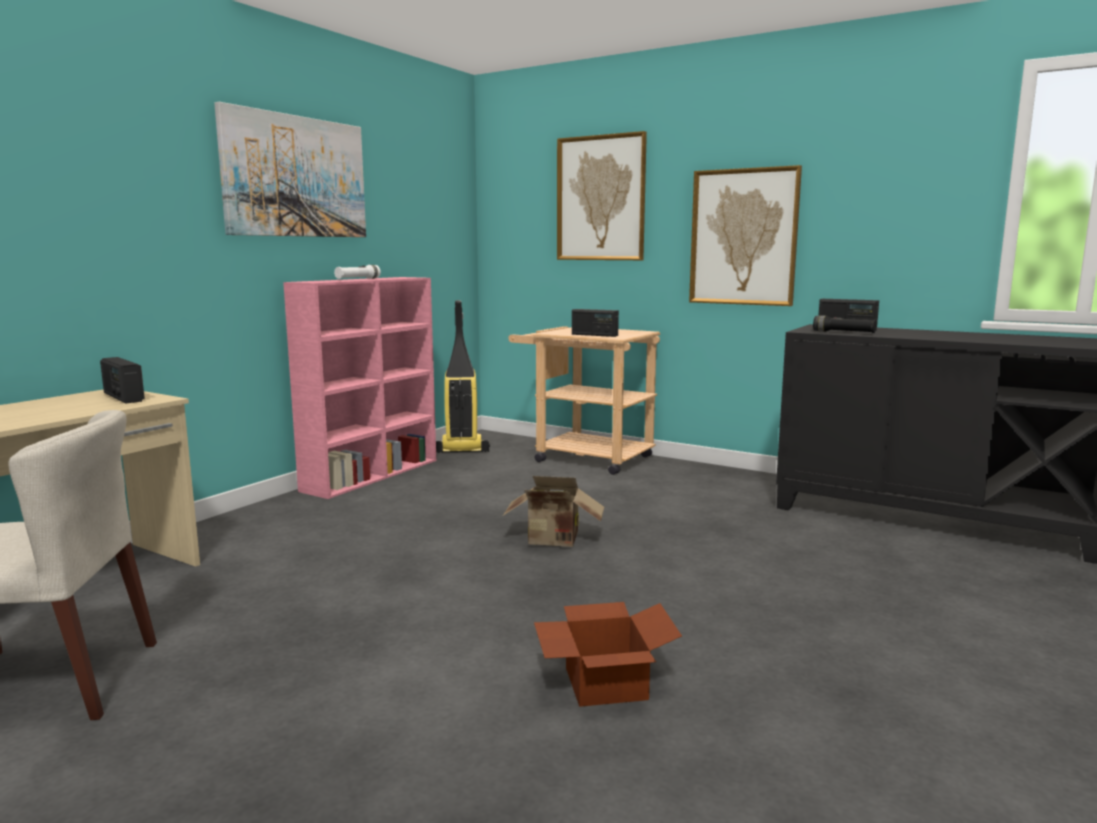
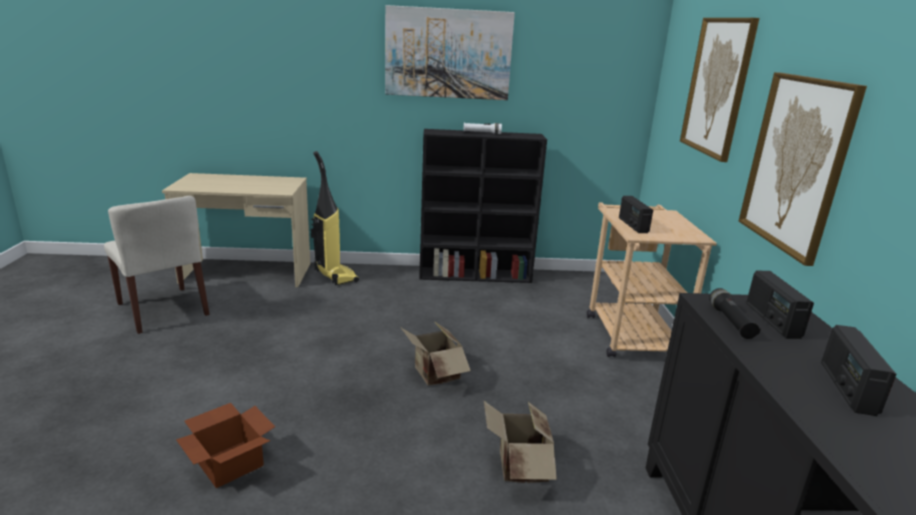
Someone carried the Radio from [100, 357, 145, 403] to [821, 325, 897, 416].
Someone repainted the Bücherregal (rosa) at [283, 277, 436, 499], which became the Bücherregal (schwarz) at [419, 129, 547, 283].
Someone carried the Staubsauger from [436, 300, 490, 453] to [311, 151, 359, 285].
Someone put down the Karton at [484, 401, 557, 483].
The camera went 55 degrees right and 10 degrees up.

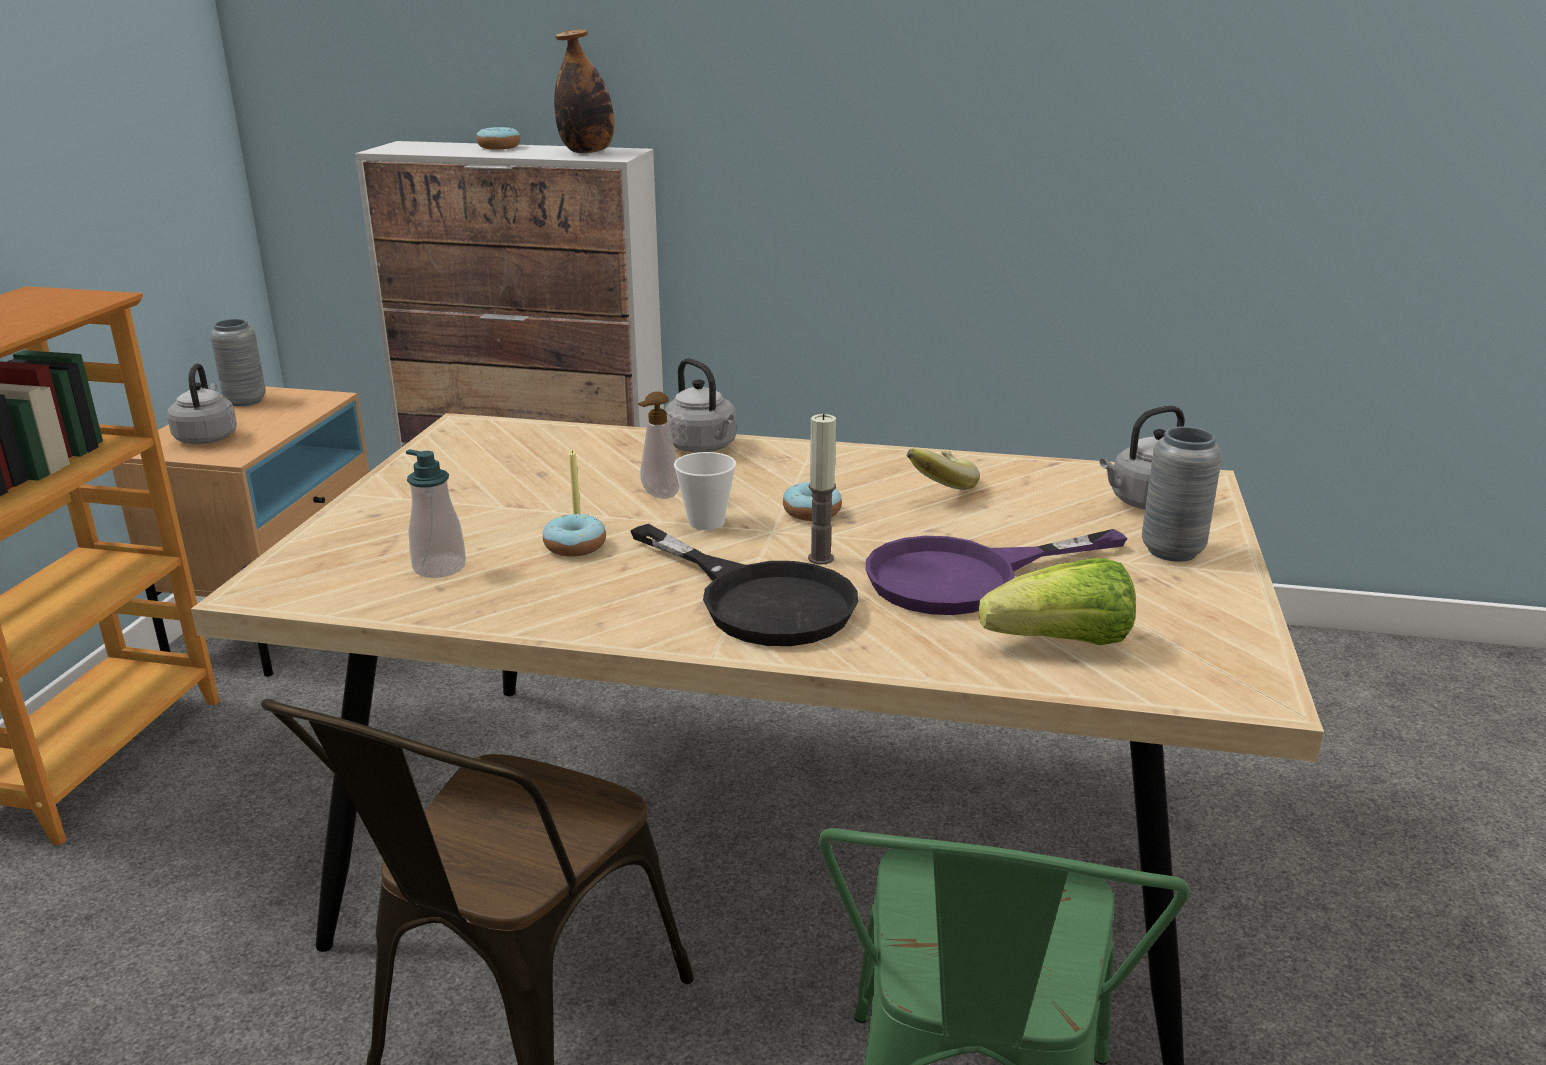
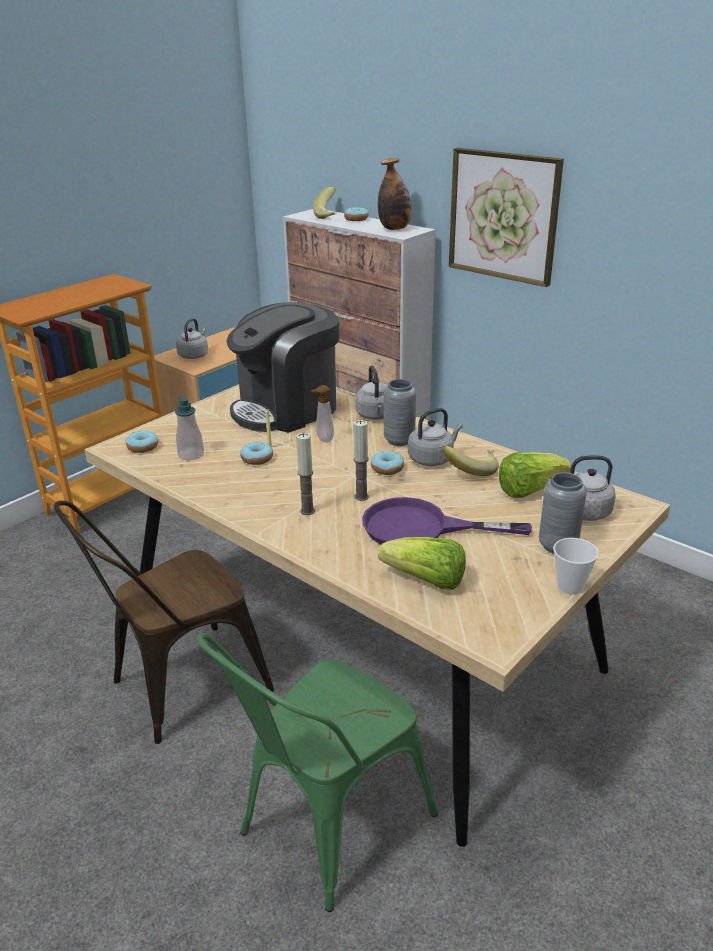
Someone carried the Vase (grau) from [210, 319, 266, 406] to [384, 379, 416, 446].
Someone swapped the Pfanne (schwarz) at [630, 524, 858, 646] for the Kerze at [296, 433, 315, 515].
Someone carried the Tasse from [674, 452, 736, 530] to [553, 538, 599, 594].
Someone put down the Donut at [126, 430, 158, 453].
Someone put down the Kaffeemaschine at [227, 302, 339, 433].
Someone put down the Banane at [313, 187, 337, 219].
Someone put down the Wasserkessel (grau) at [408, 408, 463, 466].
Someone put up the Bild at [449, 148, 564, 287].
Someone put down the Salatkopf at [499, 452, 571, 498].
The camera went 30 degrees right and 5 degrees up.

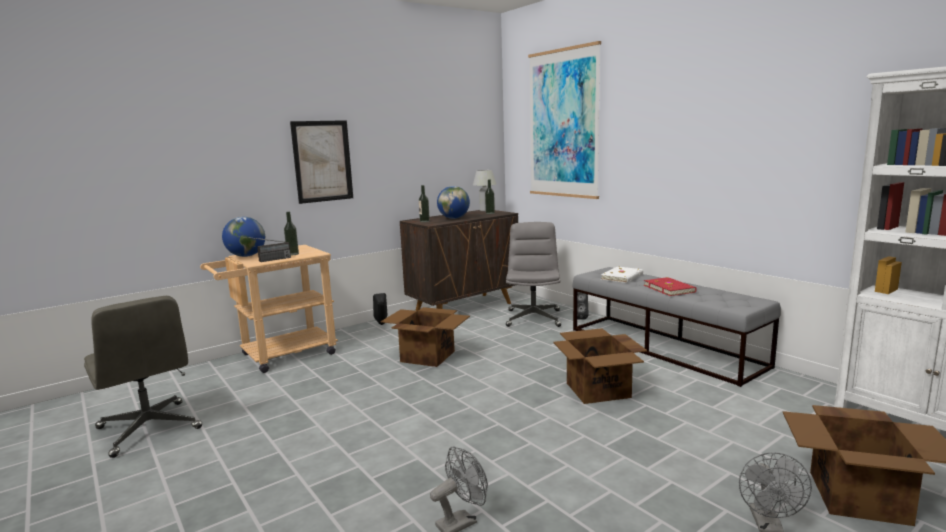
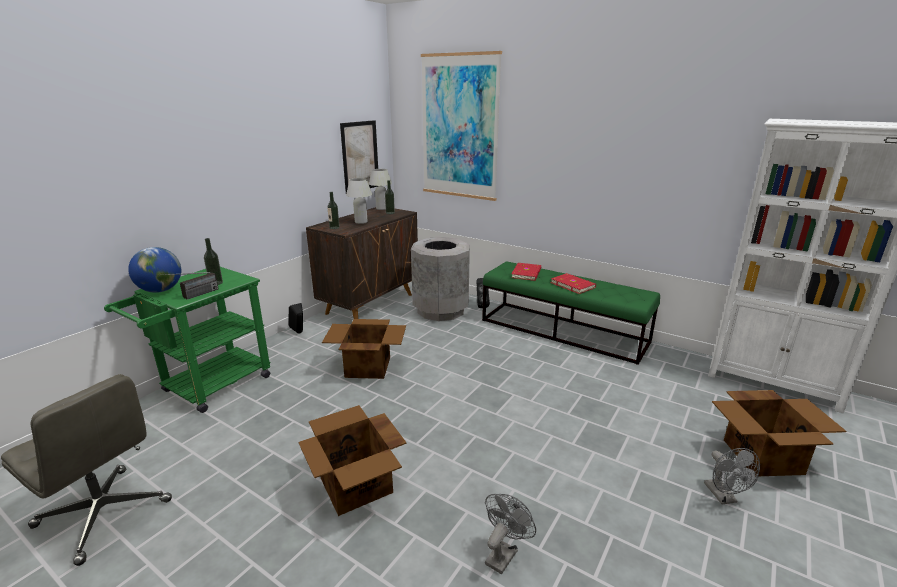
Someone repainted the Rollwagen (beige) at [200, 245, 338, 373], which became the Rollwagen (grün) at [104, 267, 271, 413].
Someone carried the Bild from [290, 120, 353, 204] to [340, 120, 378, 193].
Someone swapped the Globus at [437, 186, 470, 219] for the Tischlampe (weiß) at [346, 178, 372, 224].
Someone swapped the Bürostuhl (grau) at [506, 222, 561, 327] for the Mülleimer (grau) at [411, 237, 470, 321].
Someone carried the Karton from [553, 328, 647, 404] to [298, 405, 407, 516].
Someone repainted the Bank (grau) at [573, 267, 781, 387], which became the Bank (grün) at [482, 261, 660, 365].
Someone repainted the Buch (weiß) at [601, 266, 643, 283], which became the Buch (rot) at [511, 263, 541, 281].
The camera went 20 degrees left and 10 degrees up.

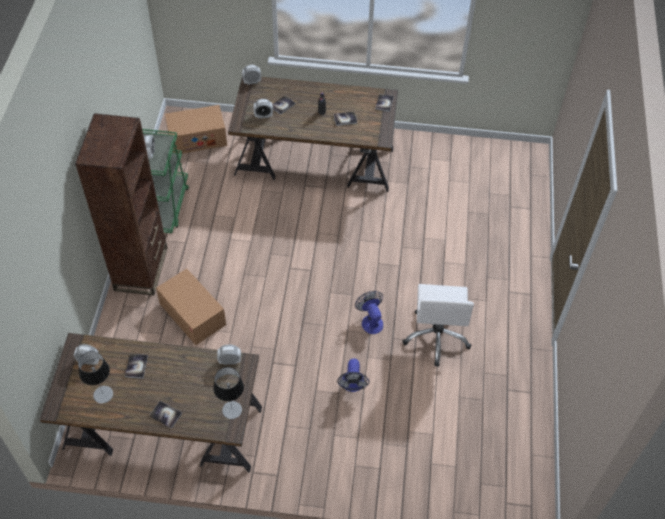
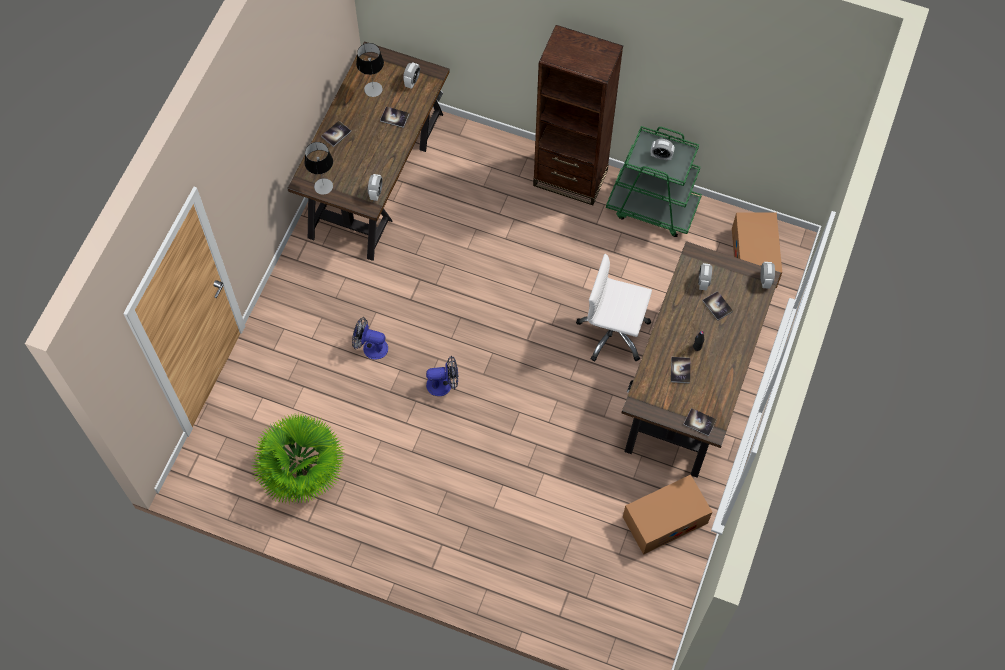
Someone carried the Karton from [156, 269, 226, 345] to [623, 475, 712, 555].
Someone carried the Bürostuhl (weiß) from [403, 284, 474, 367] to [576, 254, 652, 362].
Someone put down the Topfpflanze at [251, 413, 345, 504].
The camera went 105 degrees right and 10 degrees up.

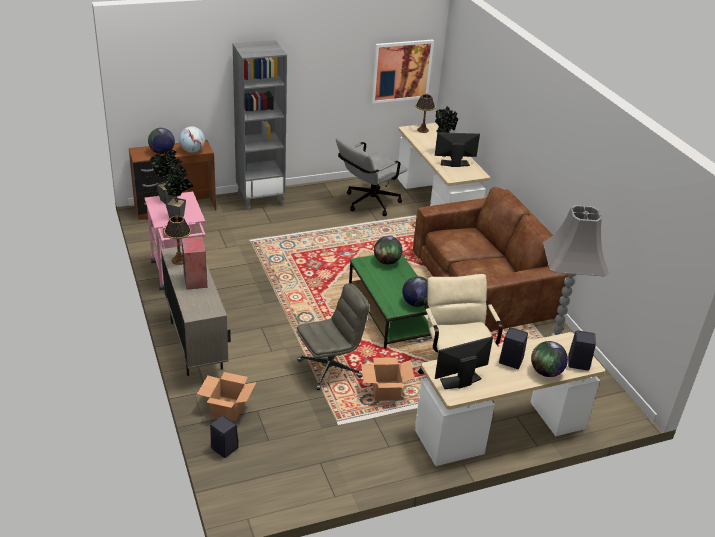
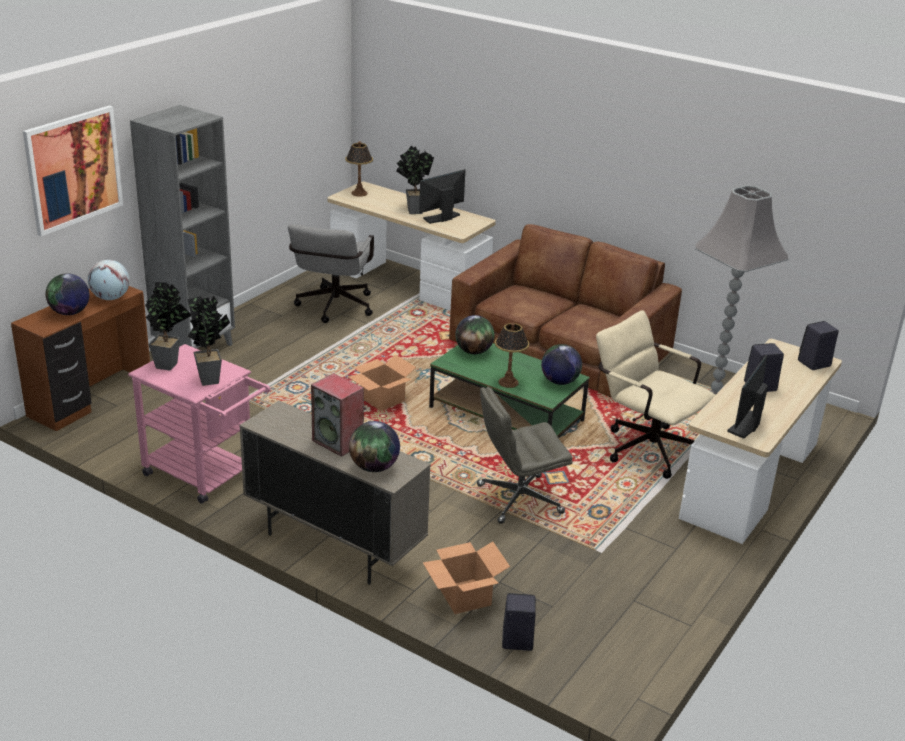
Someone carried the Tischlampe from [164, 216, 191, 265] to [495, 322, 529, 388].
Someone rotated the Bürostuhl (grau) at [297, 283, 369, 390] by 135 degrees counterclockwise.
Someone carried the Karton from [361, 357, 414, 401] to [349, 354, 416, 411].
Someone carried the Bild from [371, 39, 434, 104] to [23, 105, 123, 236].
Someone carried the Globus from [531, 341, 568, 377] to [349, 421, 400, 472].
The camera went 35 degrees left and 5 degrees down.

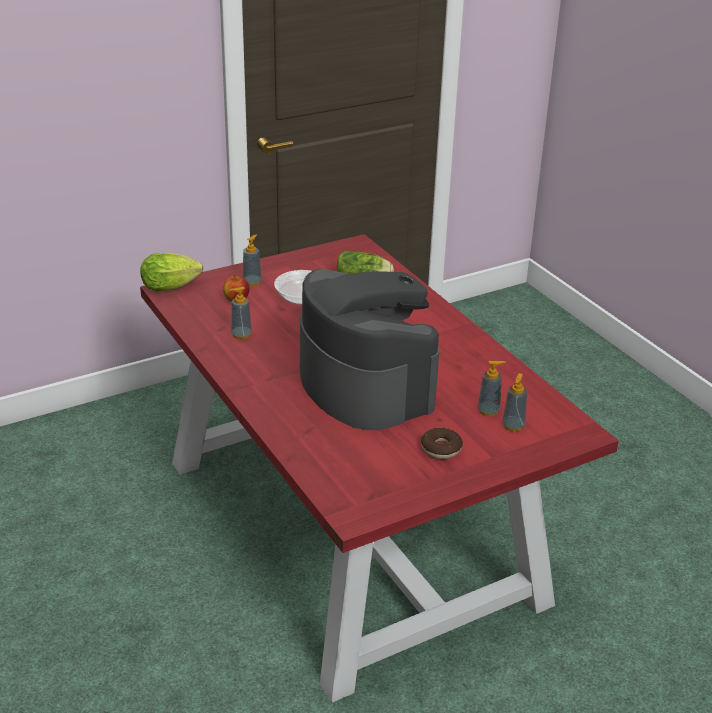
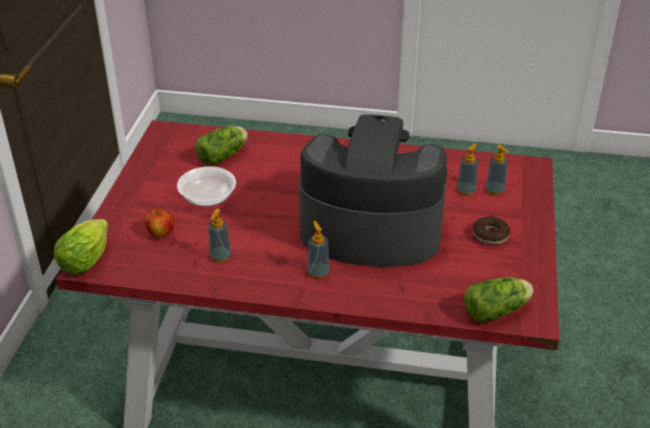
Someone carried the Seifenspender from [243, 235, 262, 286] to [307, 221, 330, 279].
Someone put down the Salatkopf at [464, 277, 534, 322].
The camera went 50 degrees left and 5 degrees up.

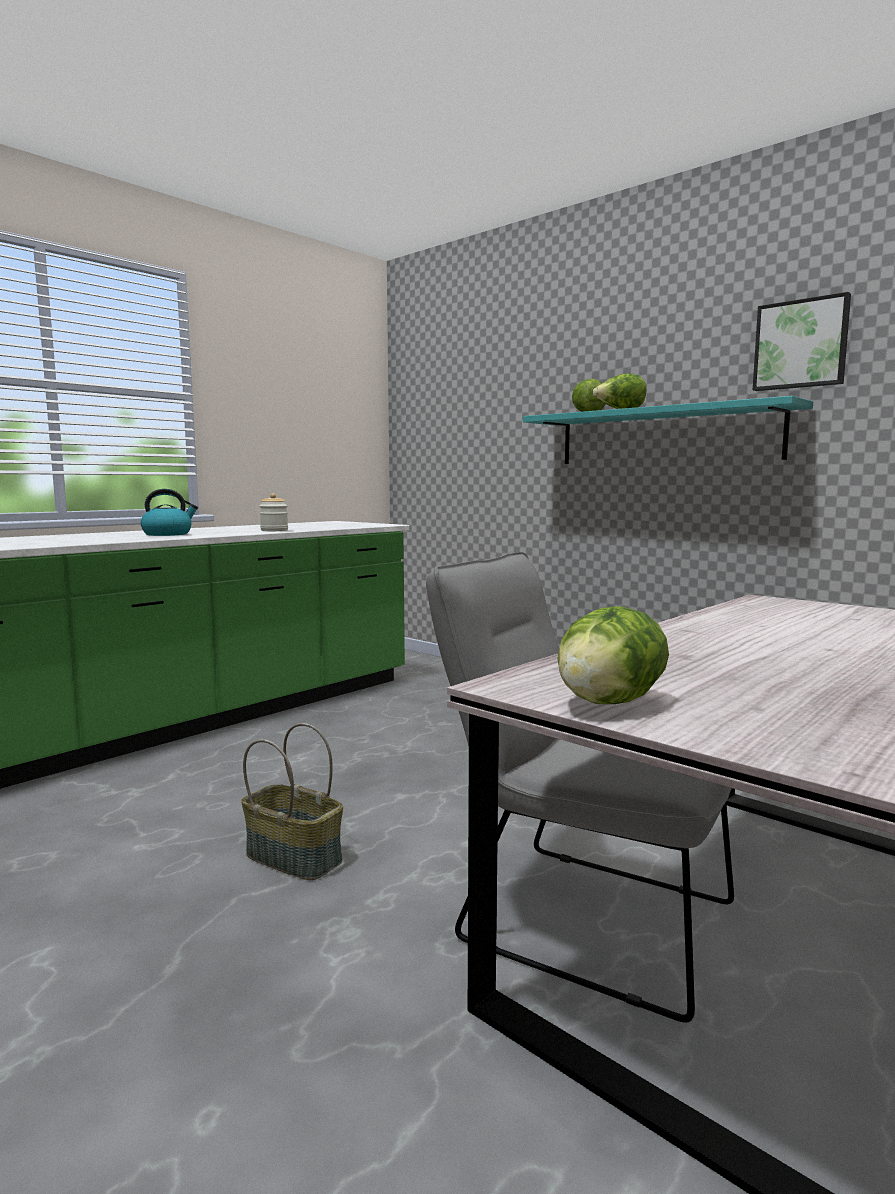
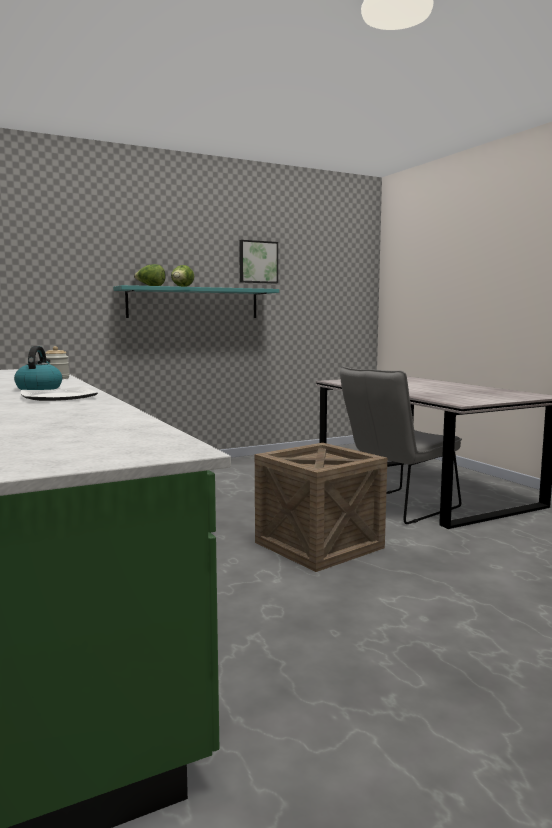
Someone swapped the Korb at [241, 723, 343, 880] for the Kiste at [255, 443, 387, 572].
Someone took away the Salatkopf at [558, 606, 669, 704].
Someone put down the Teller at [21, 386, 98, 401].
The camera went 70 degrees left and 0 degrees up.

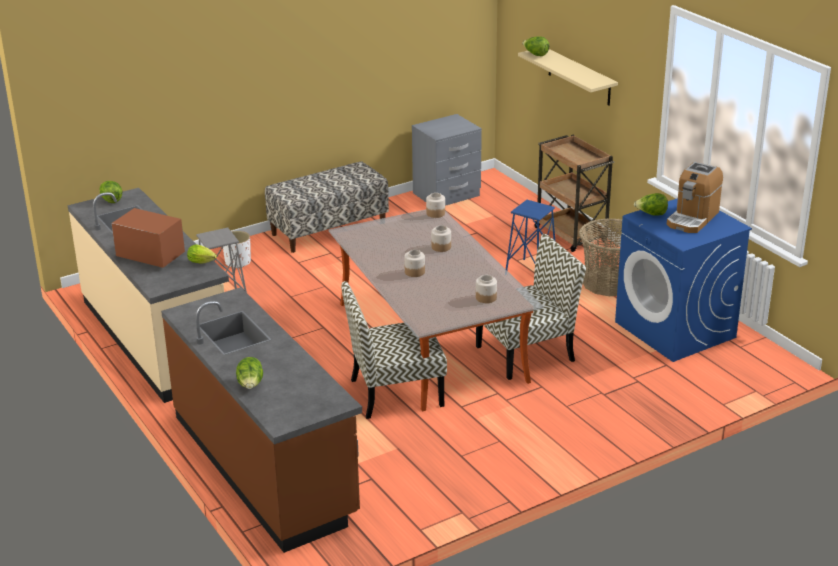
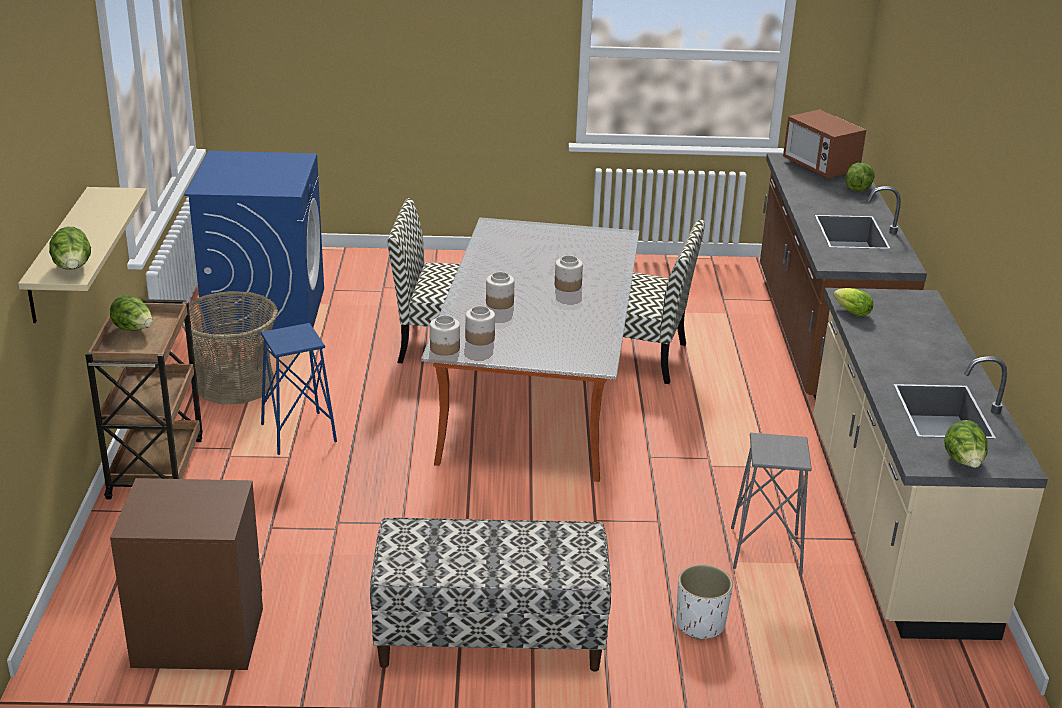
Someone carried the Mikrowelle from [111, 208, 185, 268] to [783, 110, 866, 179].
Someone repainted the Nachttisch (grau) at [412, 114, 482, 206], which became the Nachttisch (braun) at [110, 478, 263, 670].
Someone carried the Vorratsglas from [476, 275, 497, 303] to [465, 306, 495, 346].
Someone carried the Salatkopf from [634, 193, 668, 216] to [110, 295, 153, 331].
Someone took away the Kaffeemaschine at [667, 162, 723, 233].
The camera went 150 degrees left and 0 degrees up.

